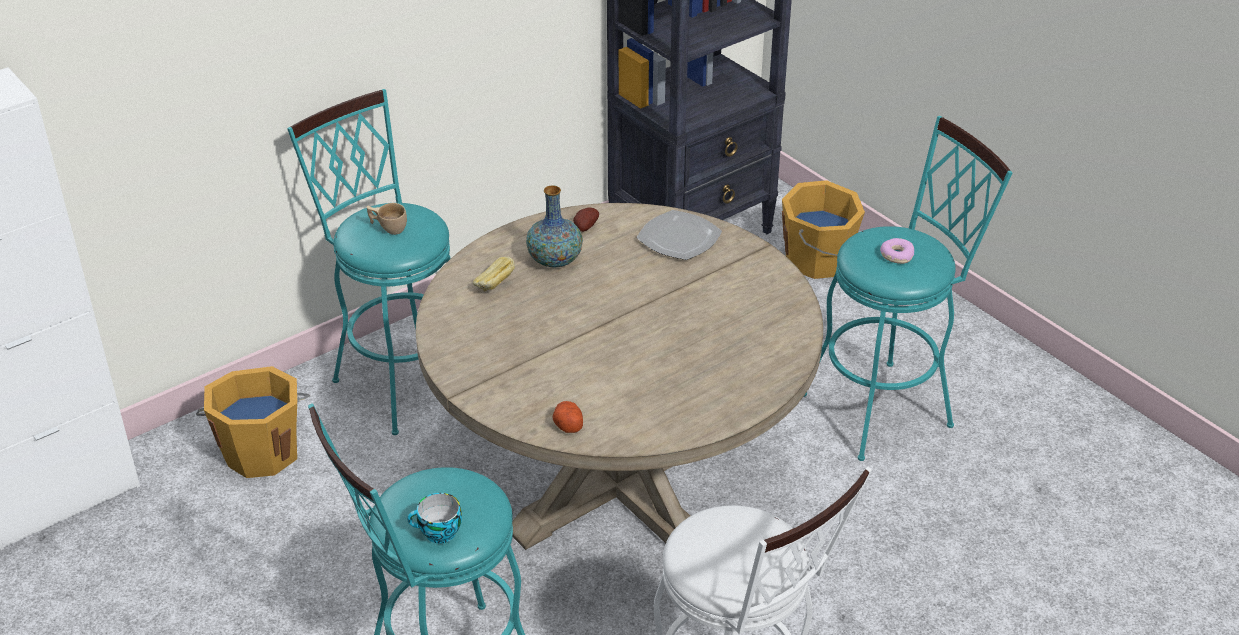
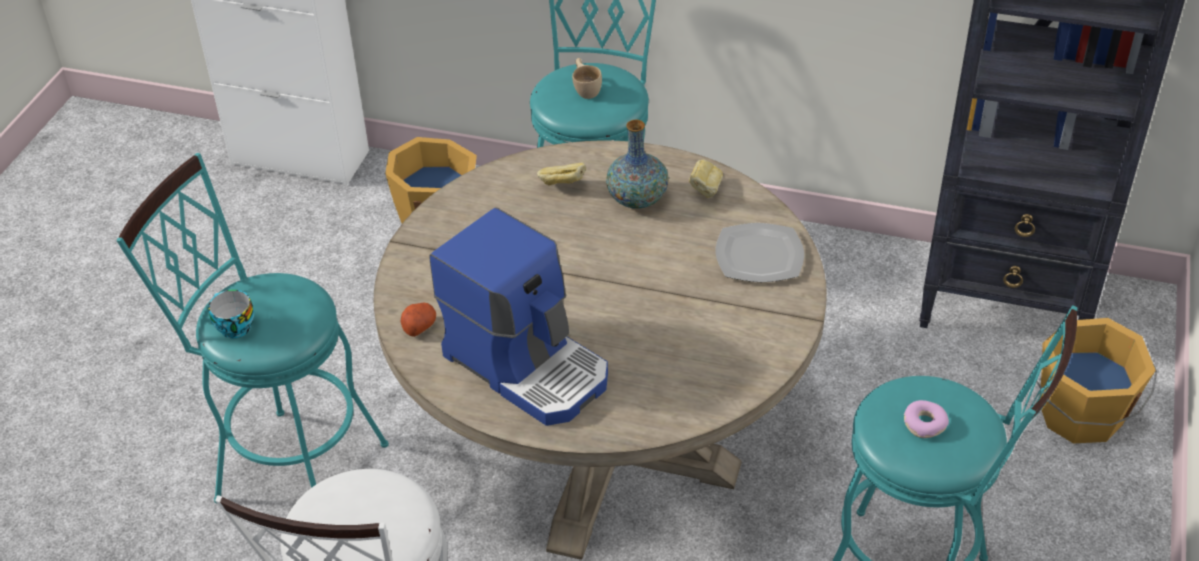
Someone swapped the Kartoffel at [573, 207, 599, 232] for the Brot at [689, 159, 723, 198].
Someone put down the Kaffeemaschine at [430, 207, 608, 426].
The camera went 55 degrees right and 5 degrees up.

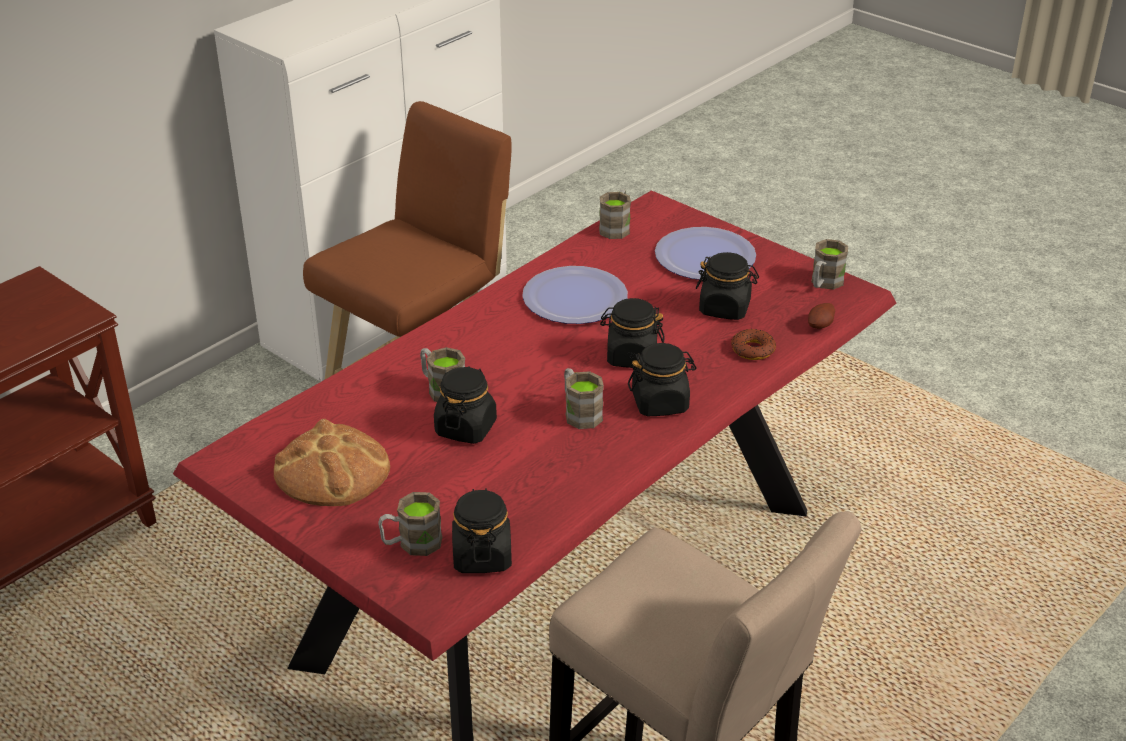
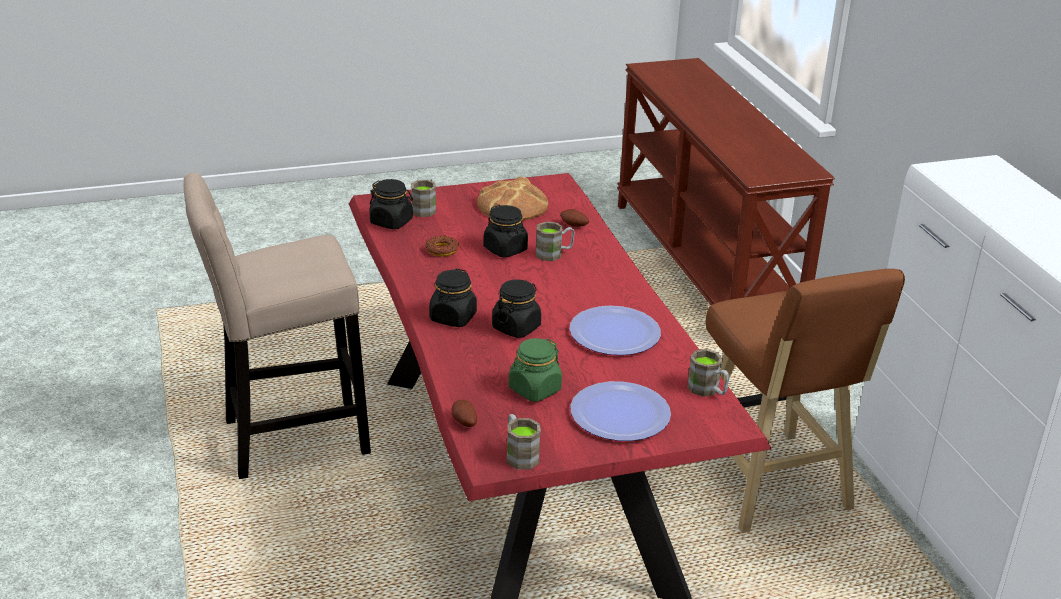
Someone took away the Henkelbecher (braun) at [564, 368, 604, 429].
Someone repainted the Vorratsglas (schwarz) at [696, 252, 759, 320], which became the Vorratsglas (grün) at [509, 338, 562, 402].
Someone carried the Donut from [731, 329, 776, 360] to [425, 235, 459, 257].
Someone put down the Kartoffel at [560, 209, 589, 227].
The camera went 120 degrees right and 5 degrees down.

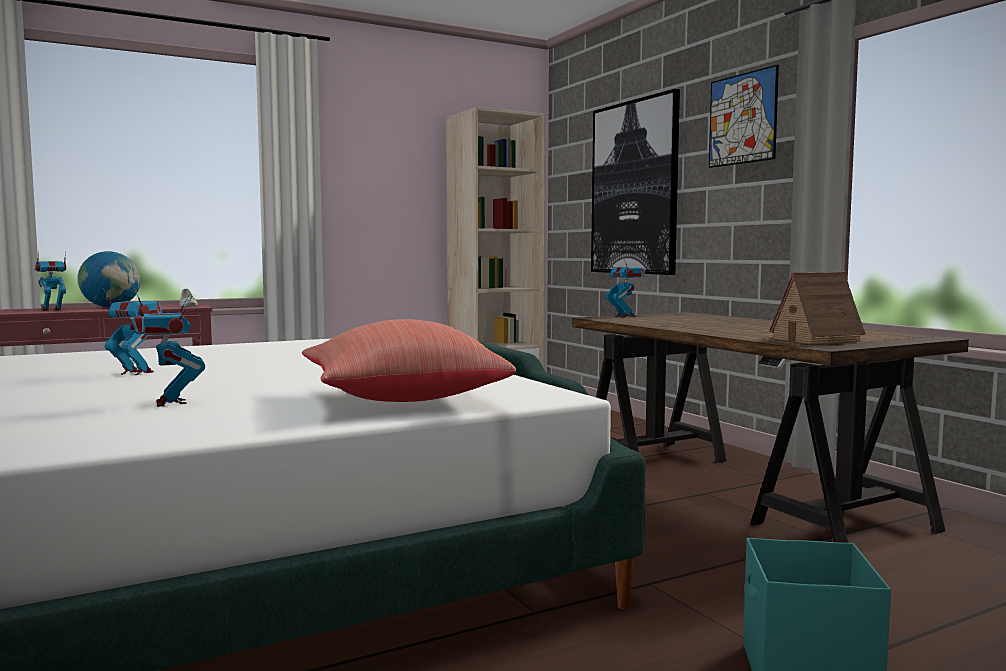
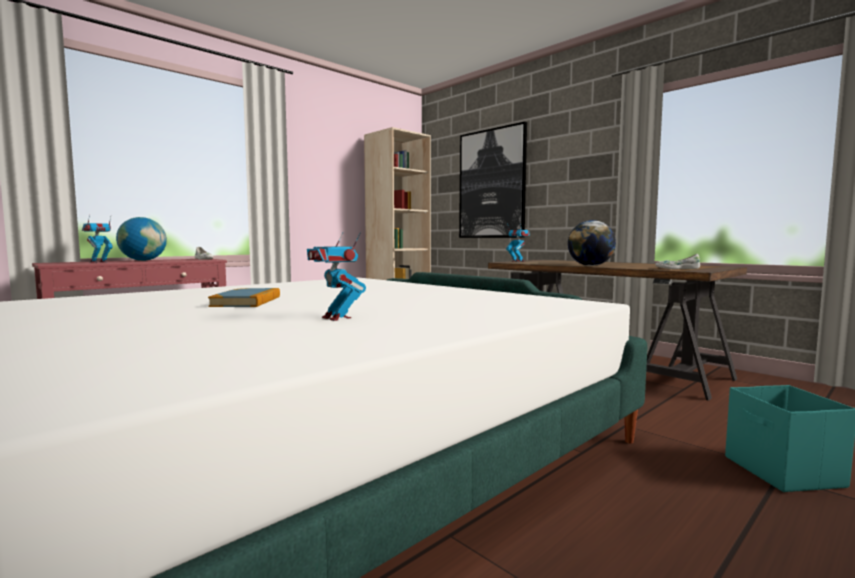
Someone swapped the Spielzeugroboter at [103, 288, 162, 375] for the Buch at [208, 288, 280, 307].
Someone took away the Kissen (rot) at [302, 319, 516, 402].
Someone took away the Bild at [709, 65, 779, 168].
Someone swapped the Spielzeughaus at [763, 272, 865, 345] for the Schuh (weiß) at [655, 254, 700, 269].
Someone put down the Globus at [568, 220, 616, 266].
The camera went 15 degrees left and 0 degrees up.

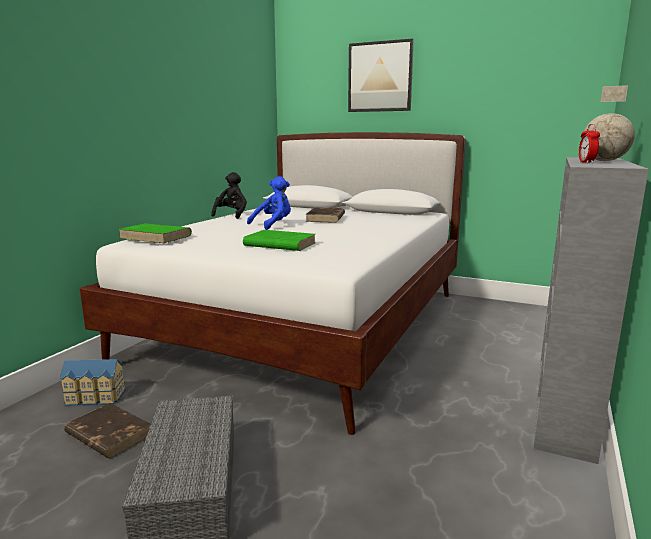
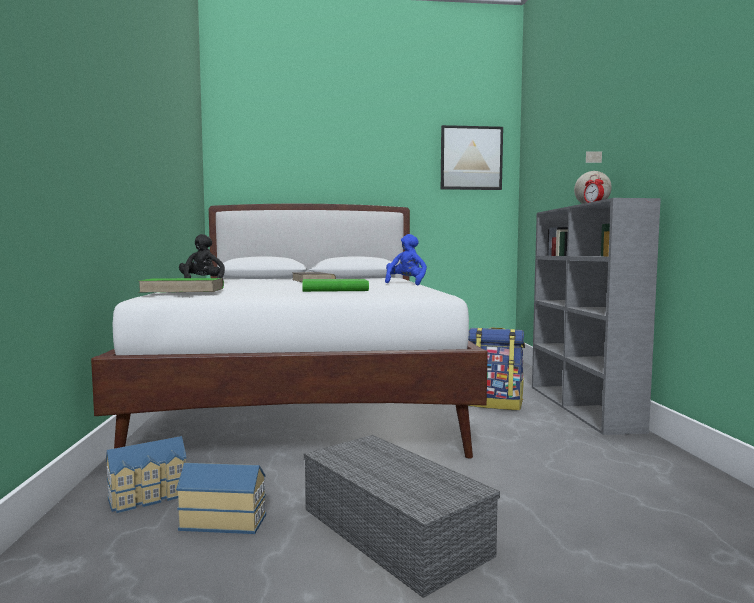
Someone swapped the Buch (braun) at [64, 403, 151, 458] for the Spielzeughaus at [176, 463, 266, 534].
Someone carried the Plüschtier (blau) from [247, 176, 291, 230] to [385, 234, 427, 285].
Someone carried the Bild from [348, 38, 414, 112] to [441, 125, 503, 190].
Someone put down the Rucksack at [468, 327, 525, 410].
The camera went 30 degrees left and 10 degrees down.

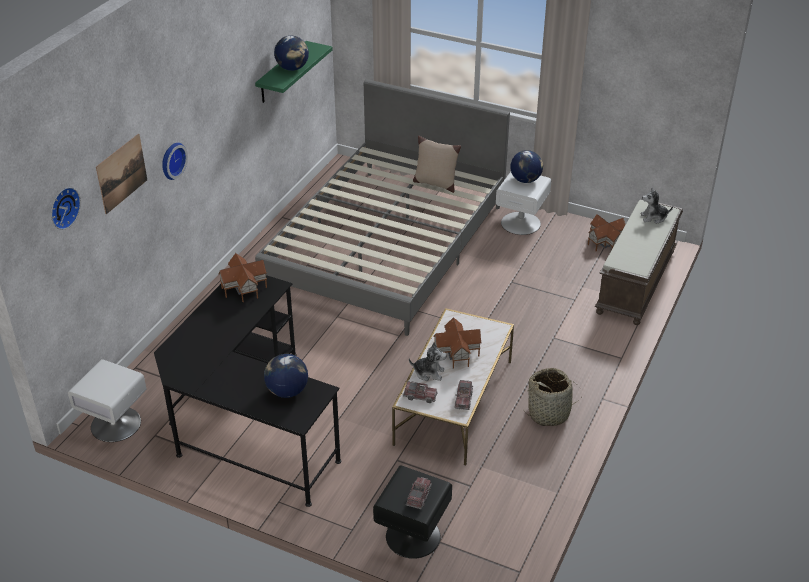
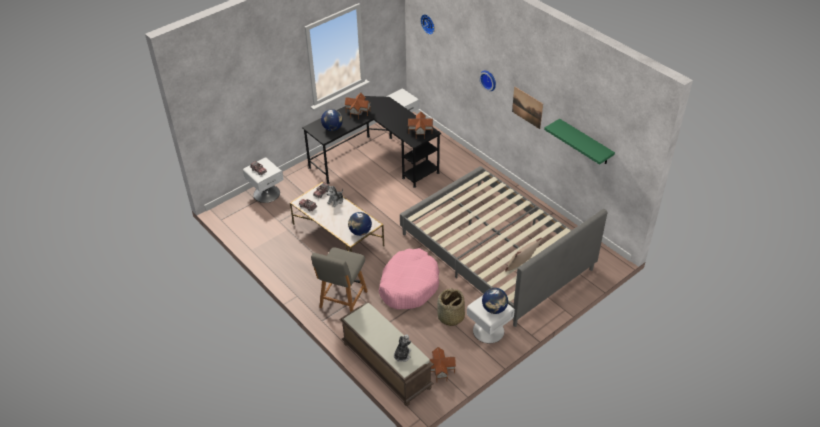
Someone carried the Bild from [96, 134, 147, 214] to [512, 87, 543, 129].
Someone carried the Globus from [274, 36, 309, 71] to [348, 212, 372, 236].
Someone repainted the Nachttisch (schwarz) at [373, 466, 452, 559], which became the Nachttisch (weiß) at [243, 158, 284, 203].
Someone carried the Spielzeughaus from [433, 317, 482, 369] to [344, 93, 370, 119].
Someone carried the Korb from [524, 368, 581, 426] to [437, 288, 465, 327].
Someone put down the Stuhl (grau) at [311, 247, 368, 312].
Someone put down the Hundebett (rosa) at [379, 248, 439, 310].
The camera went 115 degrees right and 5 degrees up.

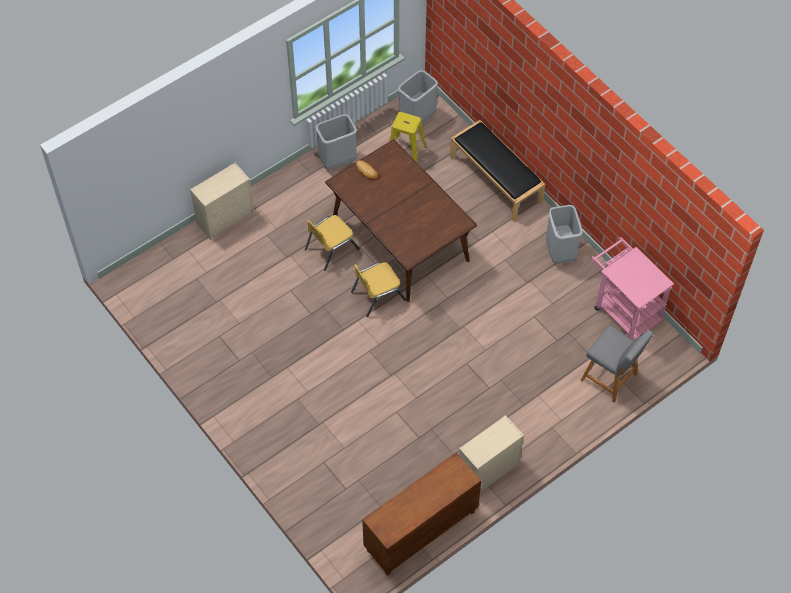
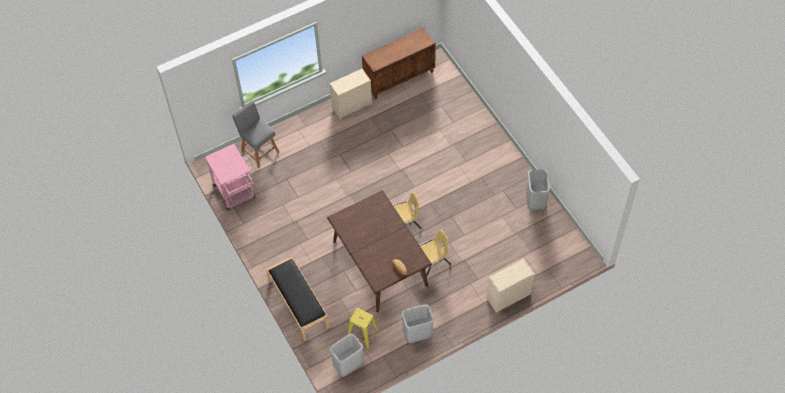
Someone carried the Mülleimer (grau) from [546, 205, 583, 264] to [526, 169, 550, 210].
The camera went 170 degrees left and 0 degrees up.

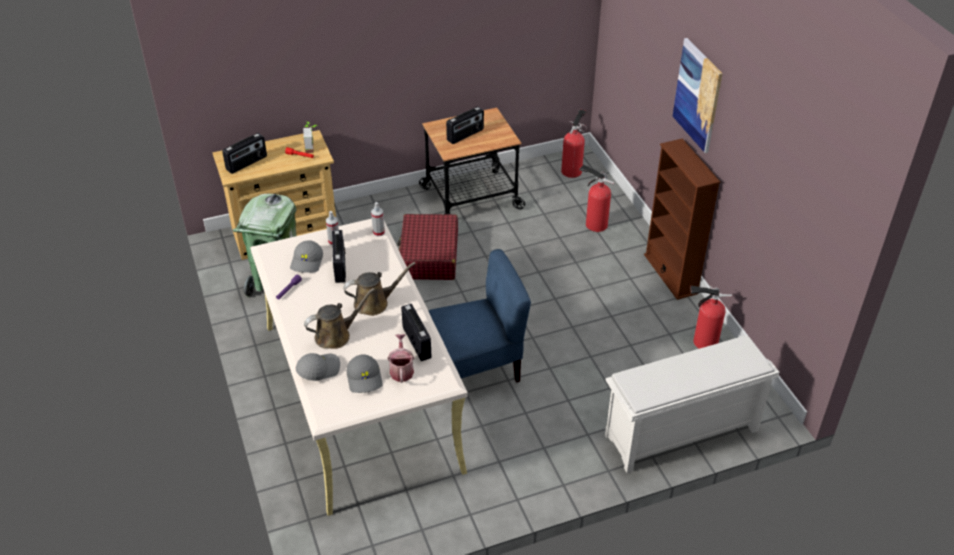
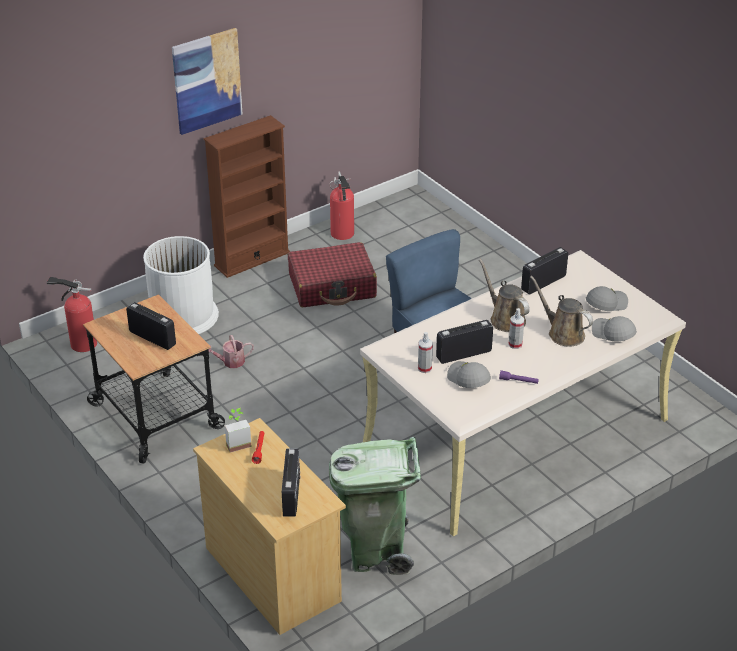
Someone rotated the Radio at [222, 133, 267, 174] by 60 degrees clockwise.
Someone rotated the Kappe (grau) at [290, 240, 323, 273] by 120 degrees counterclockwise.
Someone carried the Sprühflasche from [371, 202, 385, 236] to [508, 308, 525, 349].
Someone carried the Gießkanne from [387, 334, 414, 383] to [208, 335, 254, 368].
Someone carried the Koffer (rot) from [397, 214, 458, 280] to [288, 242, 377, 307].
Someone swapped the Feuerlöscher at [580, 165, 615, 232] for the Mülleimer (weiß) at [143, 236, 219, 334].
Someone took away the Schuhregal (weiß) at [605, 335, 779, 473].
The camera went 105 degrees left and 5 degrees down.

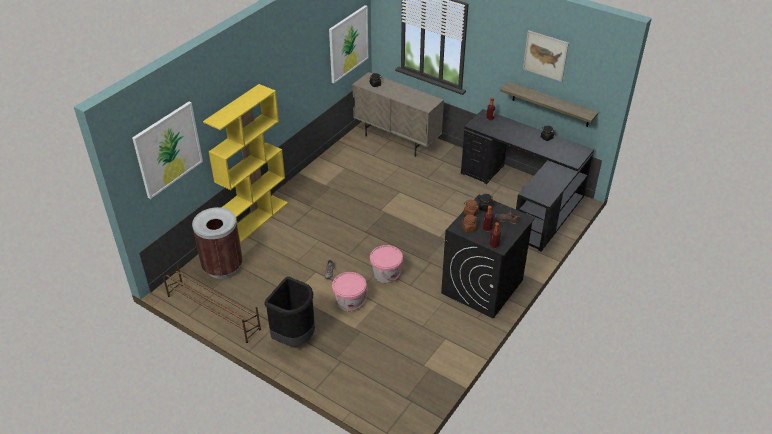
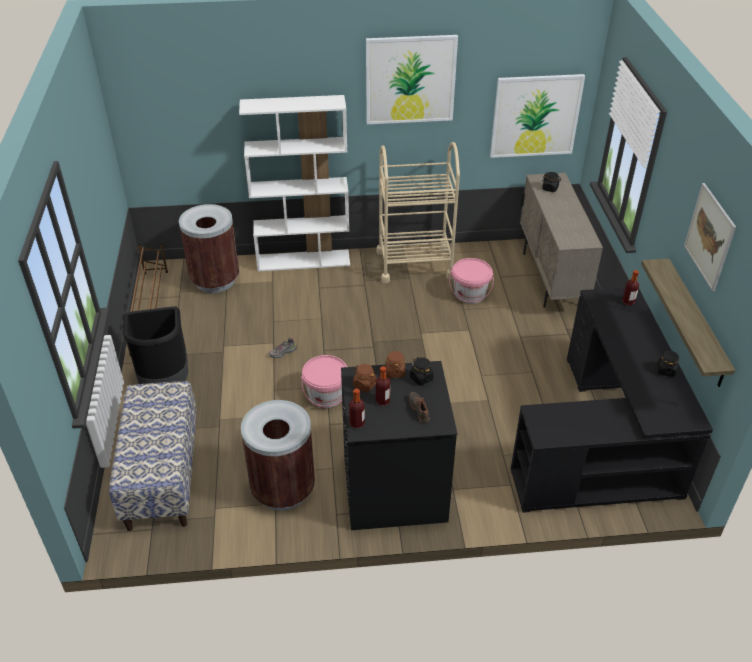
Someone carried the Bild from [132, 102, 203, 199] to [366, 35, 458, 124].
Someone repainted the Bücherregal (gelb) at [203, 84, 288, 243], which became the Bücherregal (weiß) at [239, 95, 350, 271].
Someone carried the Eimer (rosa) from [332, 272, 368, 311] to [449, 258, 494, 304].
Someone put down the Bank at [109, 381, 197, 531].
Someone put down the Mülleimer (braun) at [241, 400, 315, 511].
Someone put down the Rollwagen (beige) at [376, 142, 460, 283].
The camera went 50 degrees right and 0 degrees up.

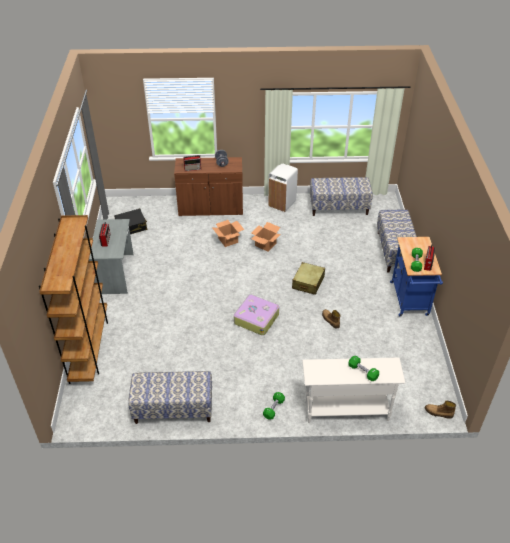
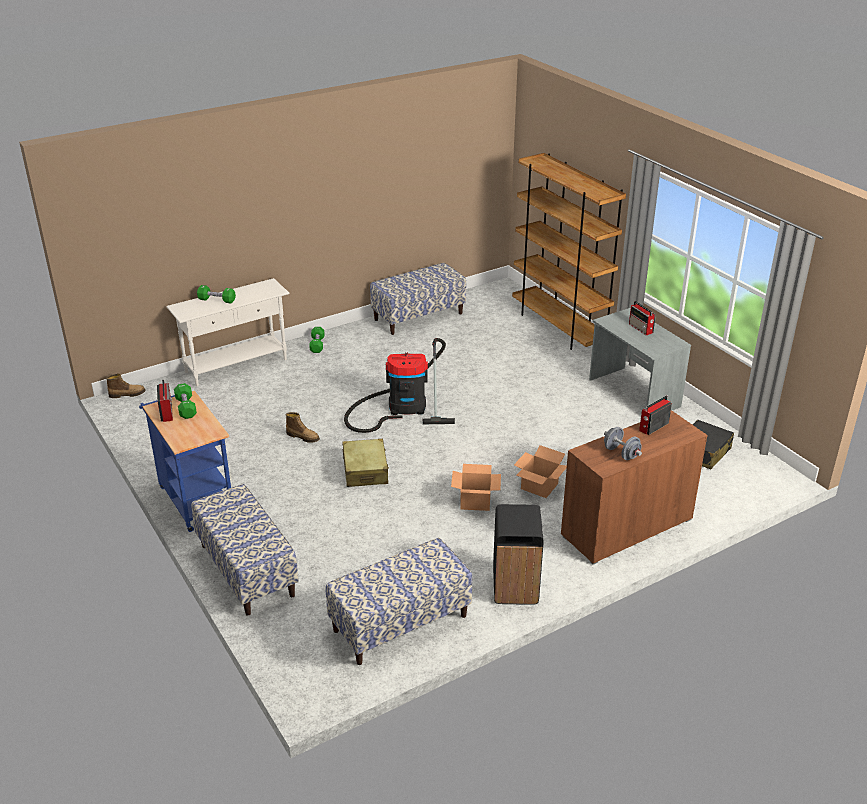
Someone swapped the Koffer at [234, 294, 279, 335] for the Staubsauger at [344, 338, 455, 433].
Someone repainted the Mülleimer (weiß) at [268, 164, 298, 212], which became the Mülleimer (schwarz) at [493, 504, 544, 605].
The camera went 150 degrees right and 10 degrees down.

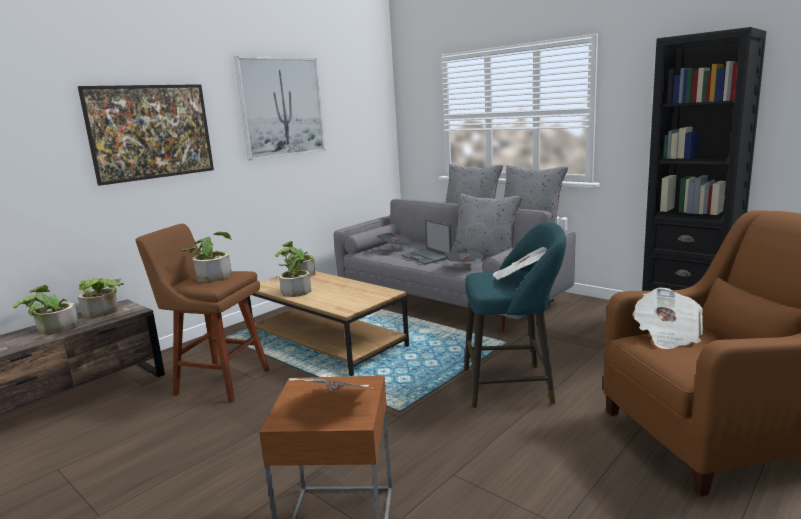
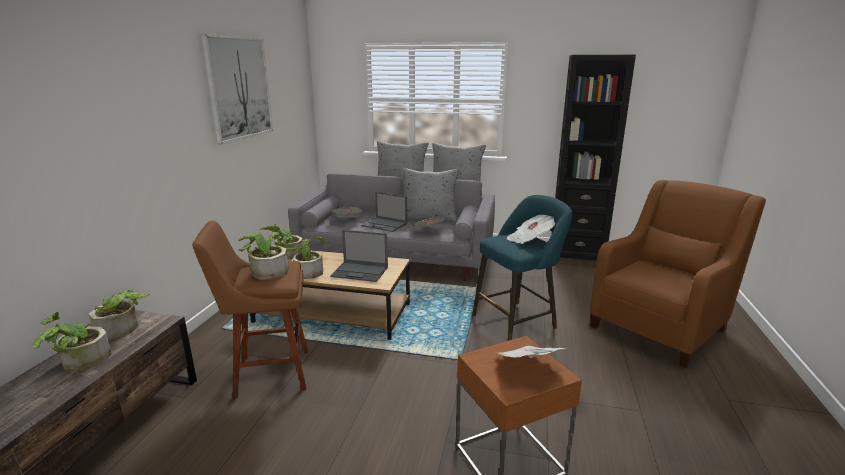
Someone took away the Bild at [78, 84, 214, 186].
Someone took away the Zeitung at [632, 288, 703, 349].
Someone put down the Laptop at [330, 230, 388, 282].
The camera went 30 degrees left and 5 degrees up.

